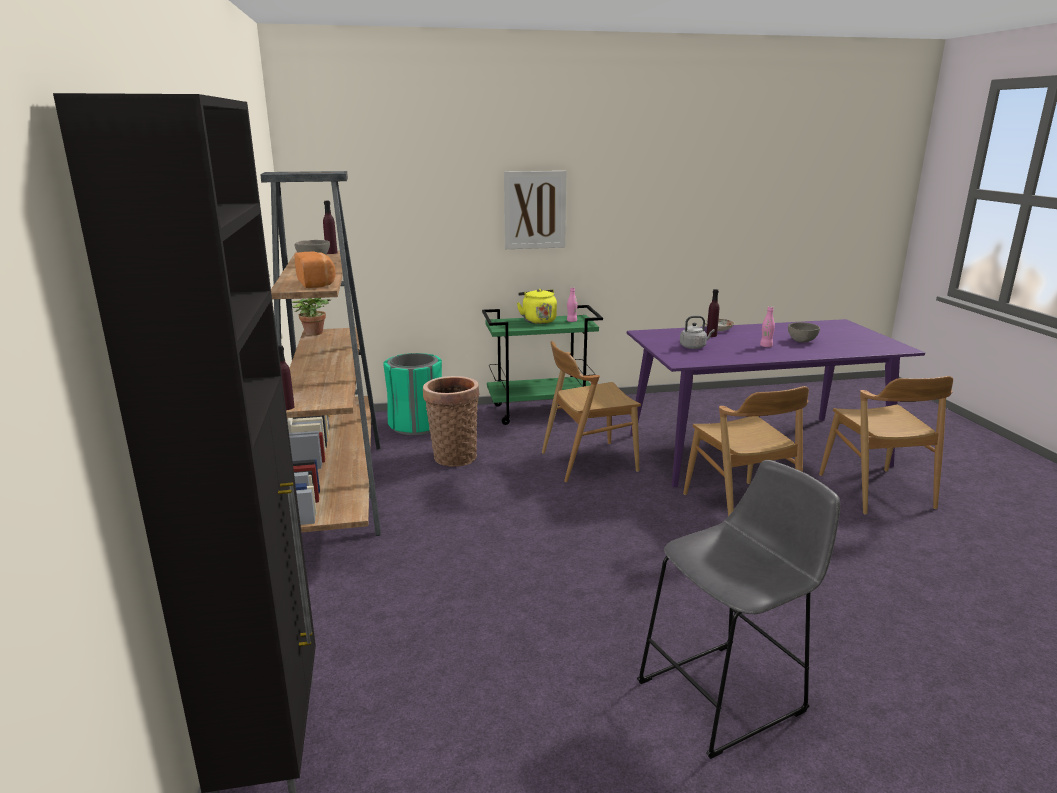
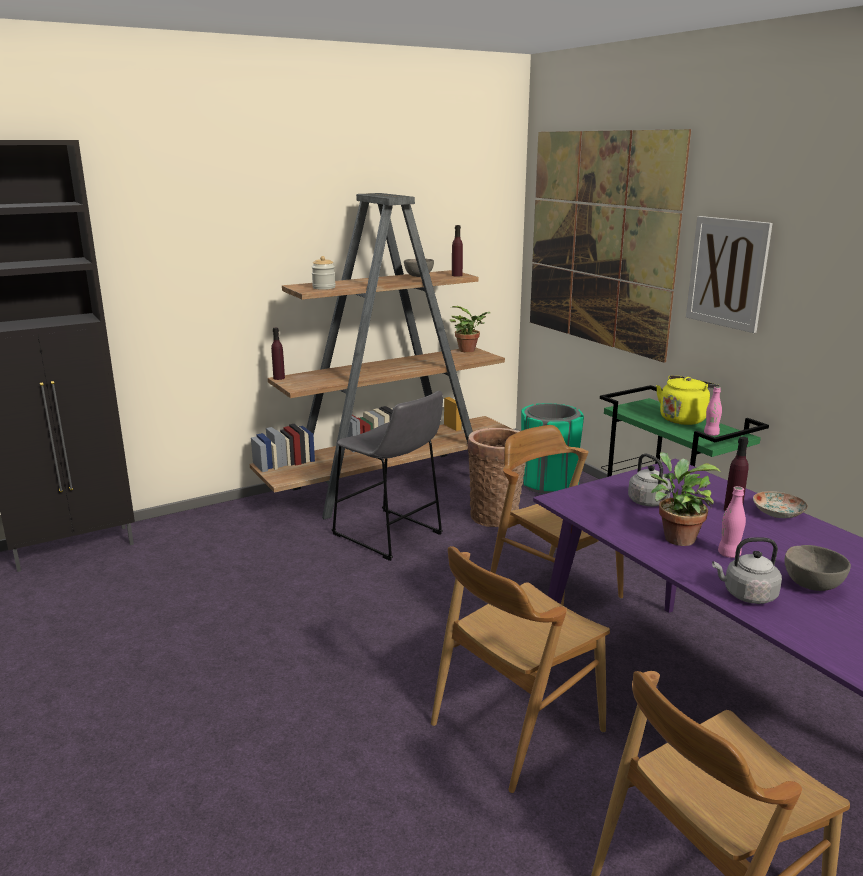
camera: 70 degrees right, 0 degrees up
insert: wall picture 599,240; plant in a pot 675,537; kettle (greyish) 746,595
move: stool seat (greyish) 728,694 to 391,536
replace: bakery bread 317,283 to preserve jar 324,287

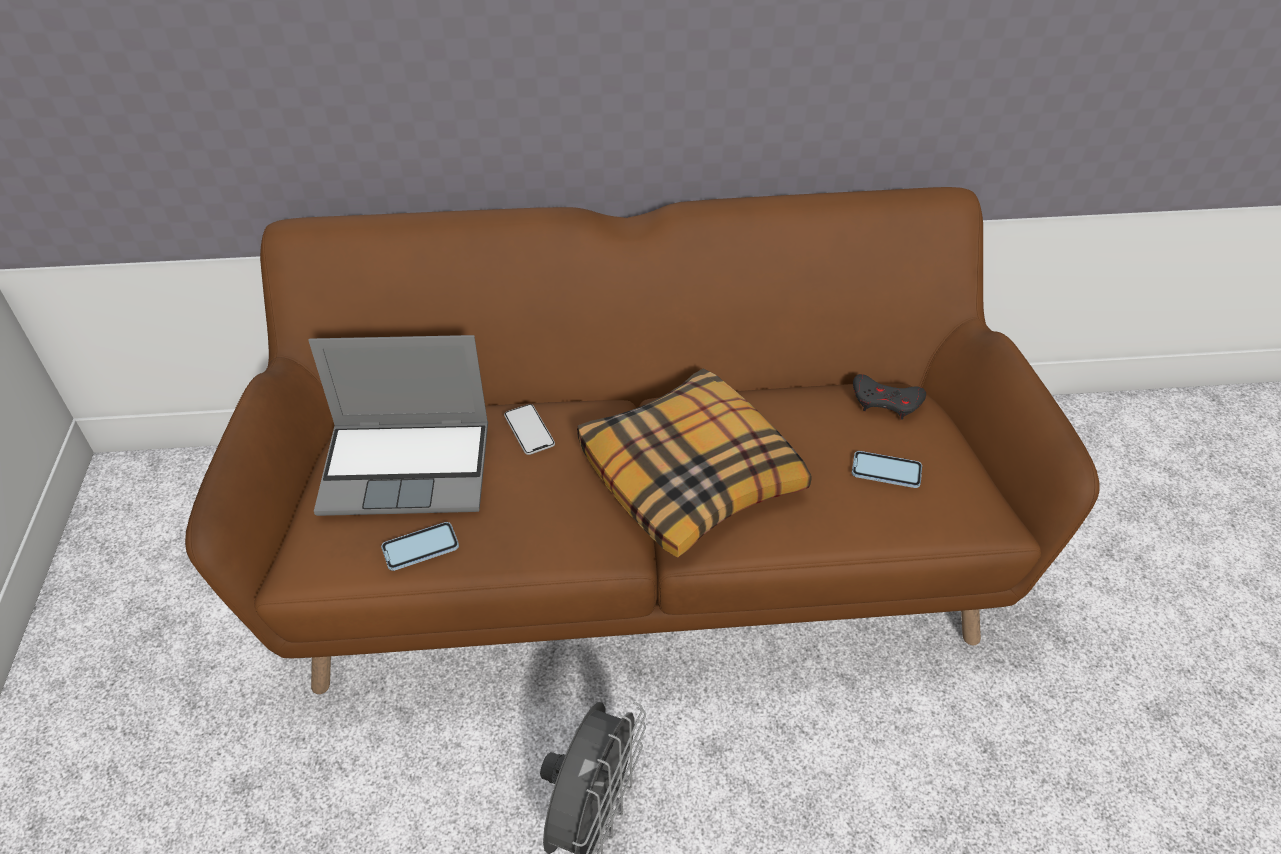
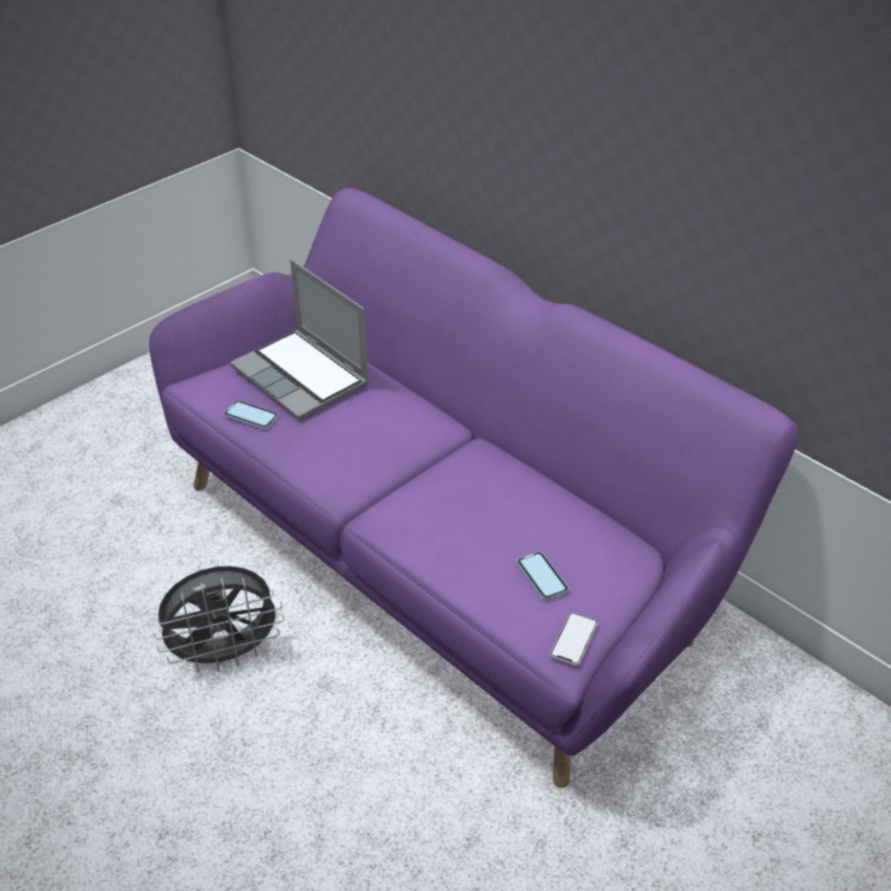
camera: 50 degrees right, 5 degrees down
delete: cushion 691,475; gamepad (greyish) 886,401
move: phone 529,430 to 574,639
recolor: couch (brownish) 640,545 to couch (purple-coloured) 445,555

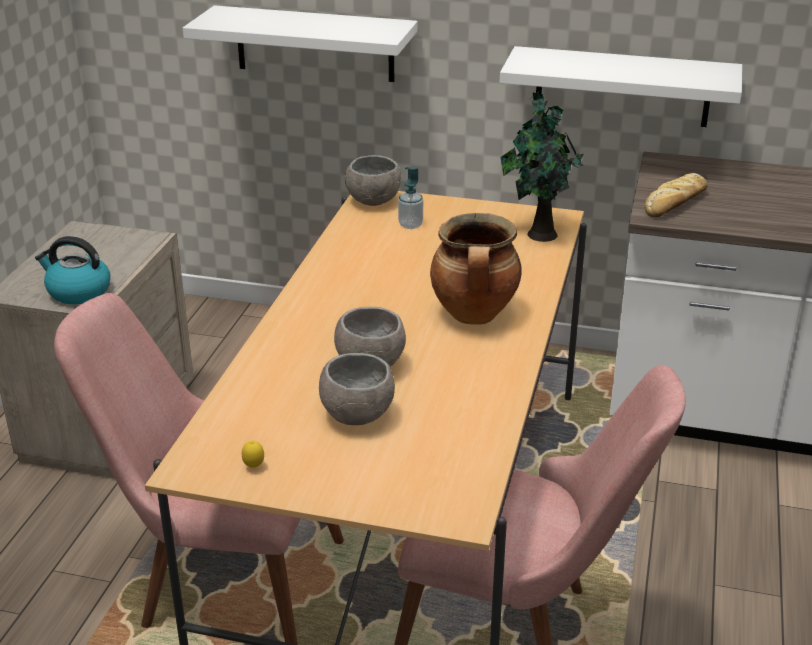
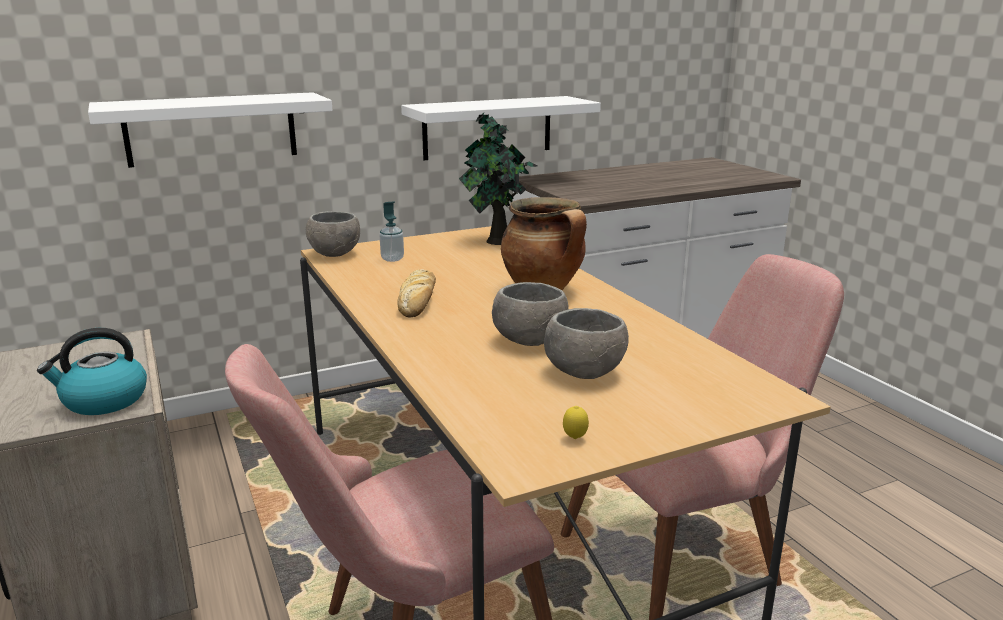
camera: 40 degrees left, 10 degrees down
move: bakery bread 675,203 to 418,301

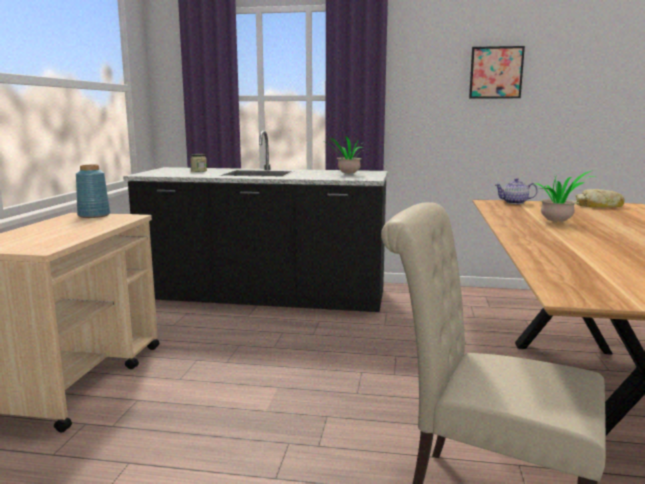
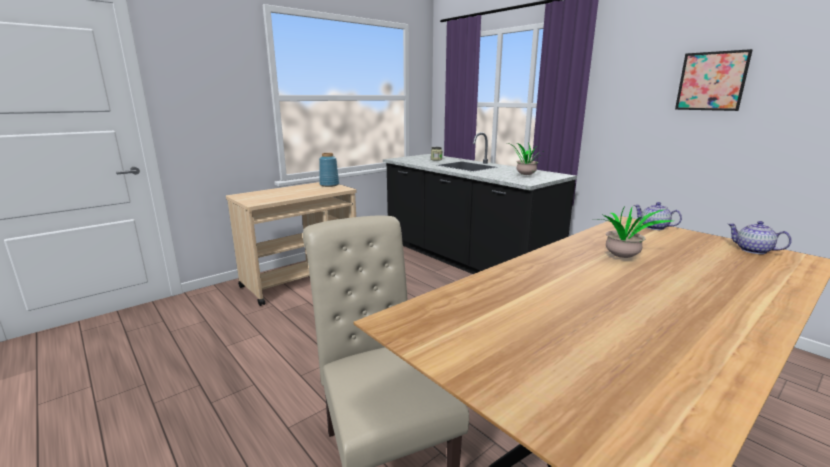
camera: 40 degrees right, 5 degrees up
replace: bakery bread 598,205 to pot for tea 752,250

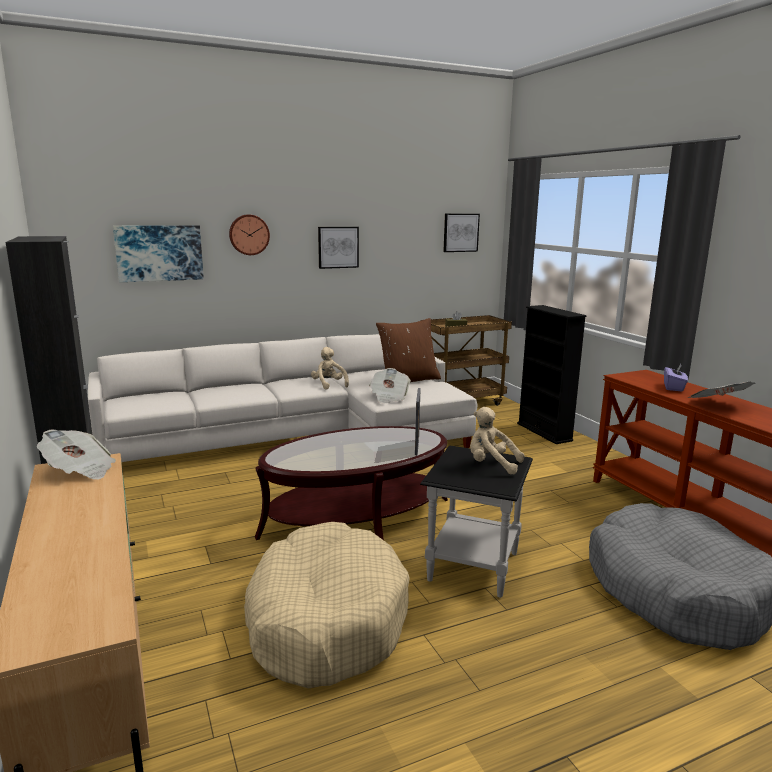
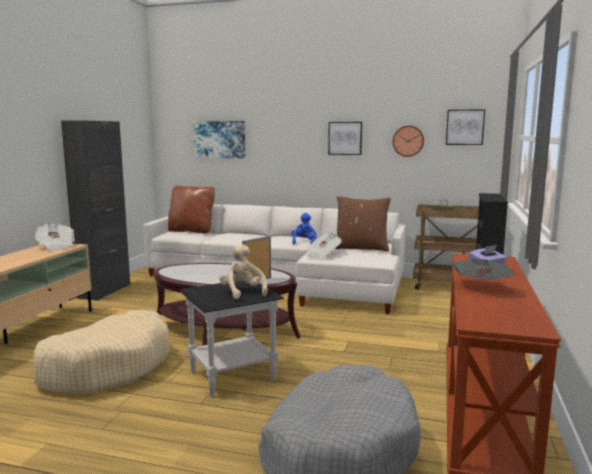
camera: 40 degrees right, 5 degrees down
insert: cushion (brownish) 191,231
move: wall clock 249,234 to 408,141
recolor: soft toy (sand-coloured) 329,385 to soft toy (blue) 304,243

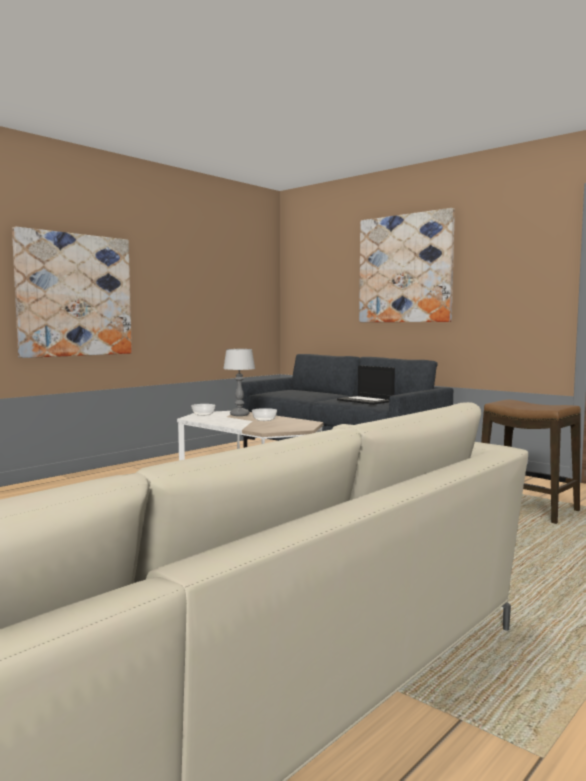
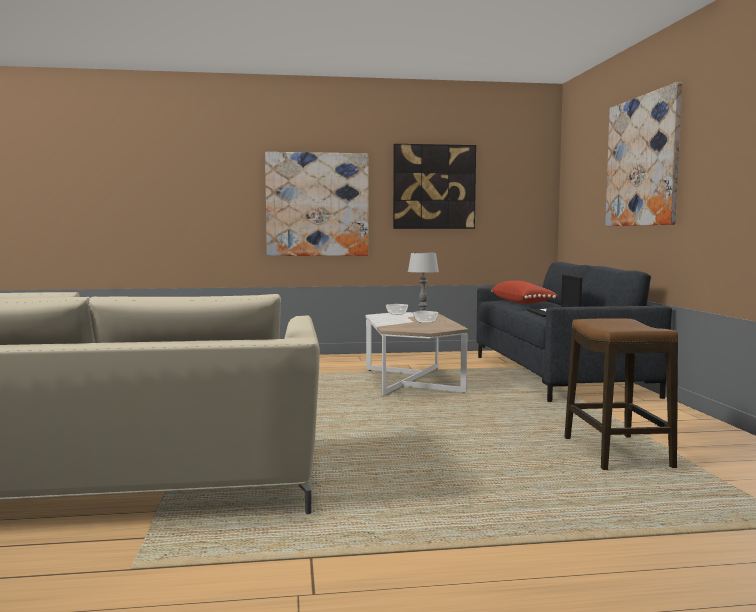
camera: 40 degrees right, 0 degrees up
insert: wall picture 434,187; cushion (red) 522,303

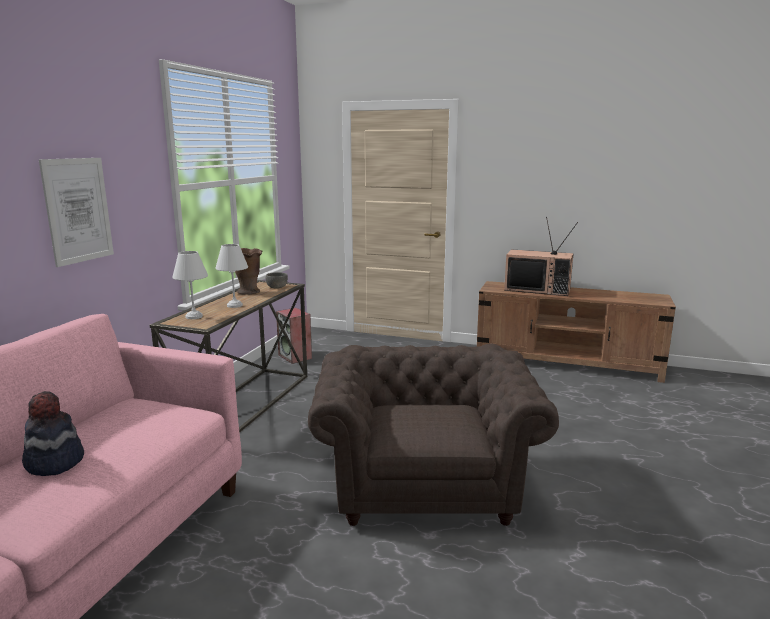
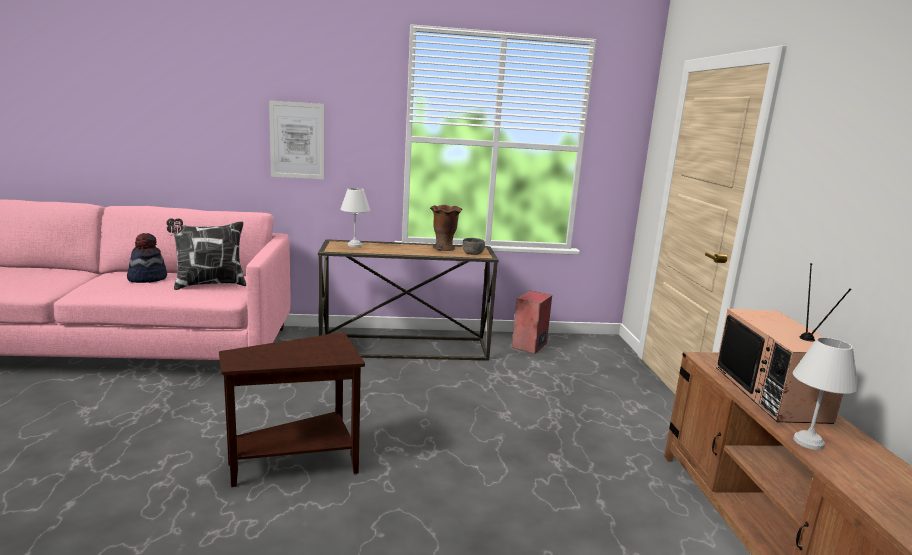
camera: 65 degrees right, 0 degrees up
insert: cushion 209,285
move: table lamp (white) 234,305 to 806,441
replace: armchair (brownish) 425,482 to accent table (brownish) 299,462

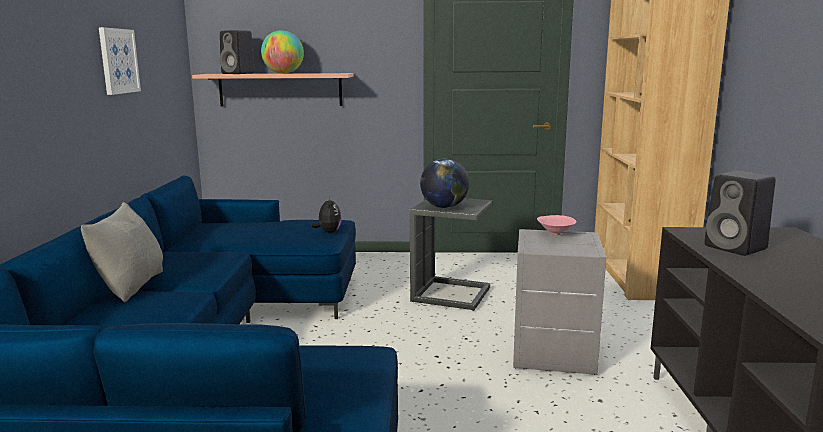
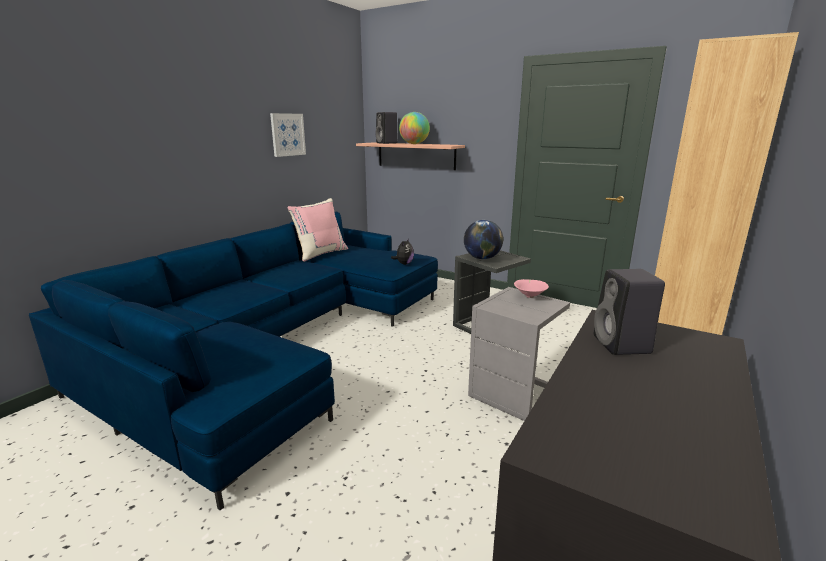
camera: 30 degrees right, 5 degrees up
delete: cushion (greyish) 131,286
insert: cushion (pink) 320,253

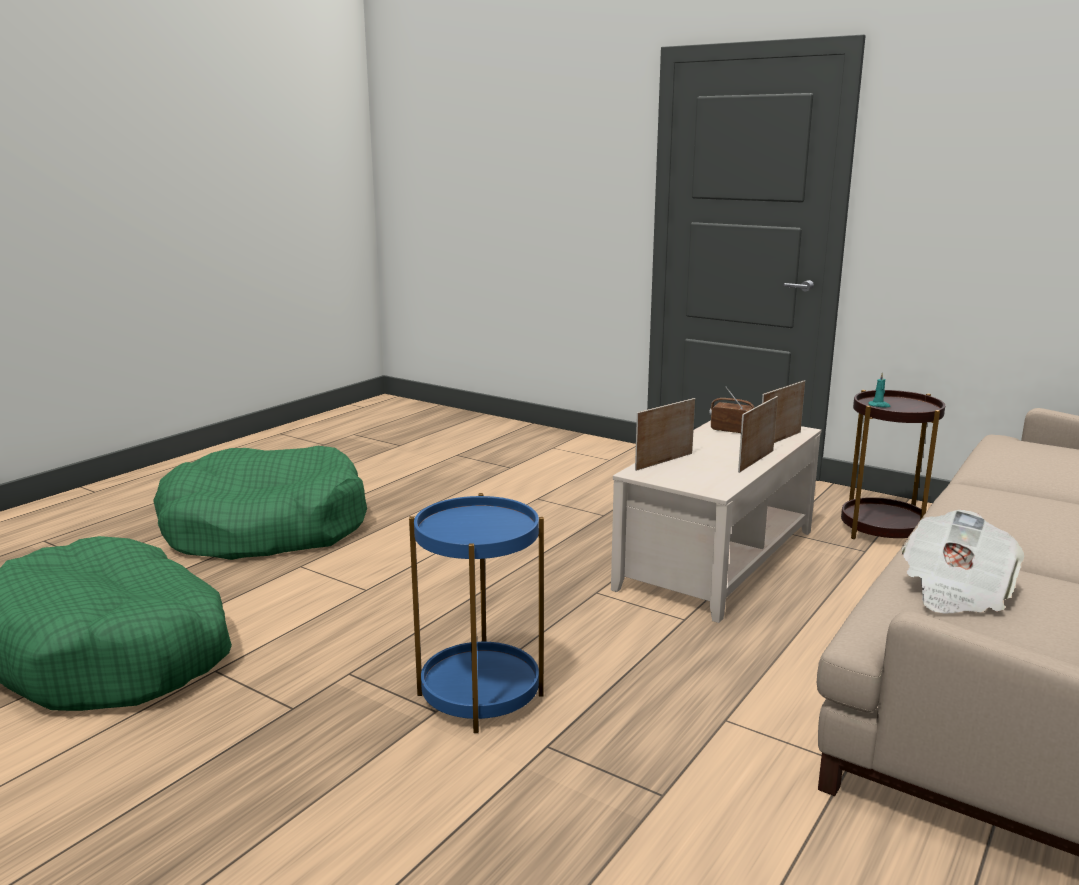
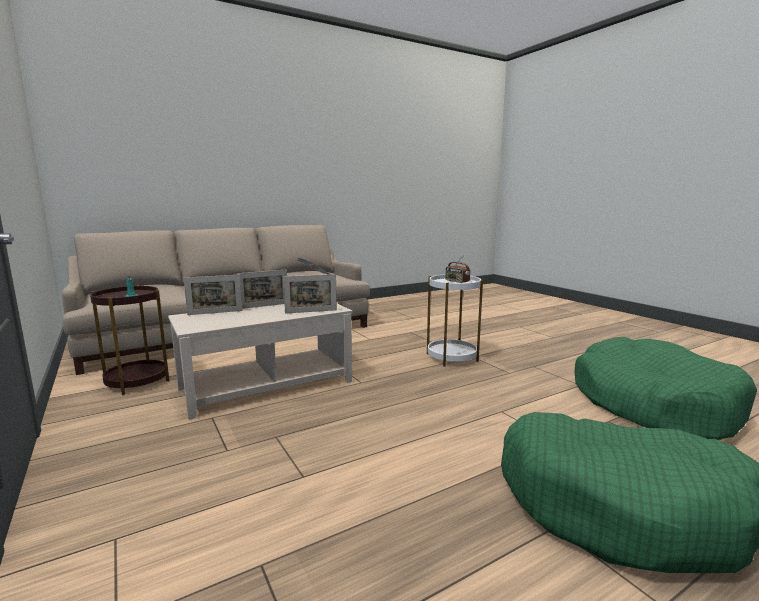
camera: 155 degrees left, 5 degrees down
move: radio 731,430 to 457,281
recolor: accent table (blue) 480,695 to accent table (white) 452,357

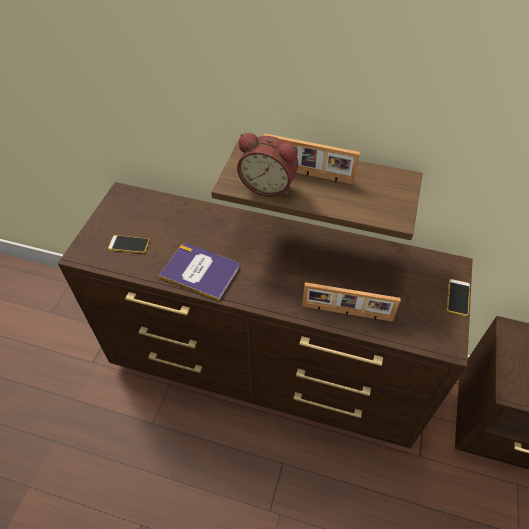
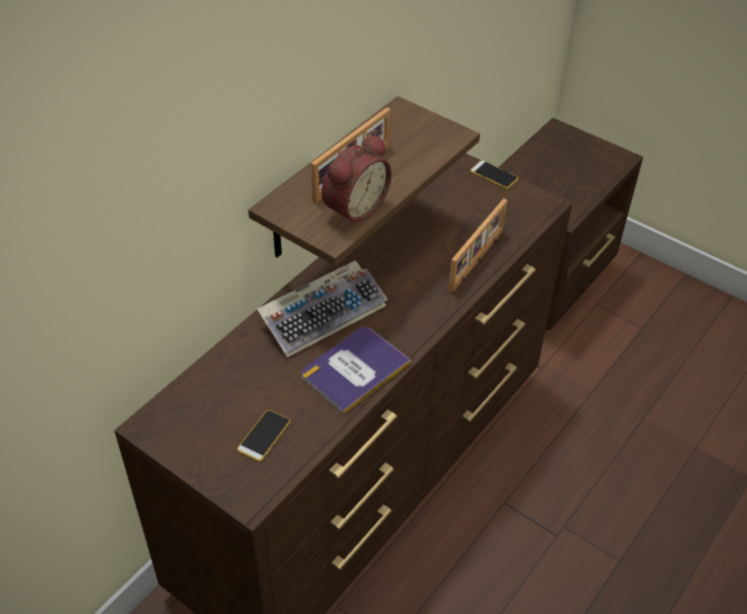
camera: 70 degrees left, 5 degrees down
insert: PC keyboard 323,314

